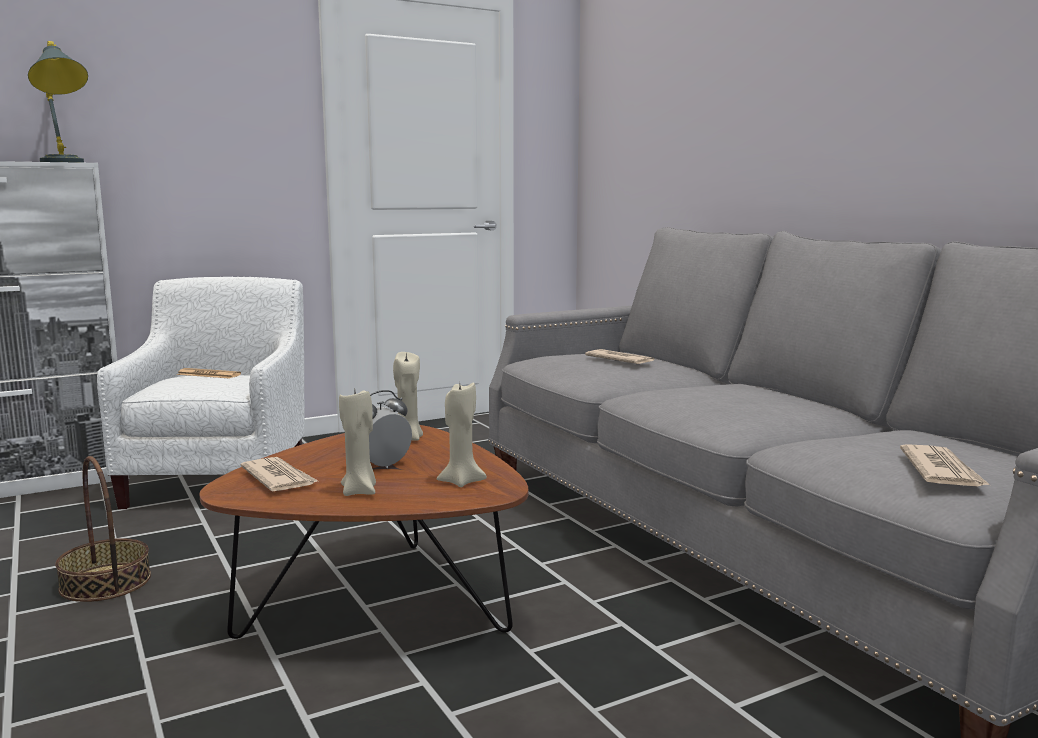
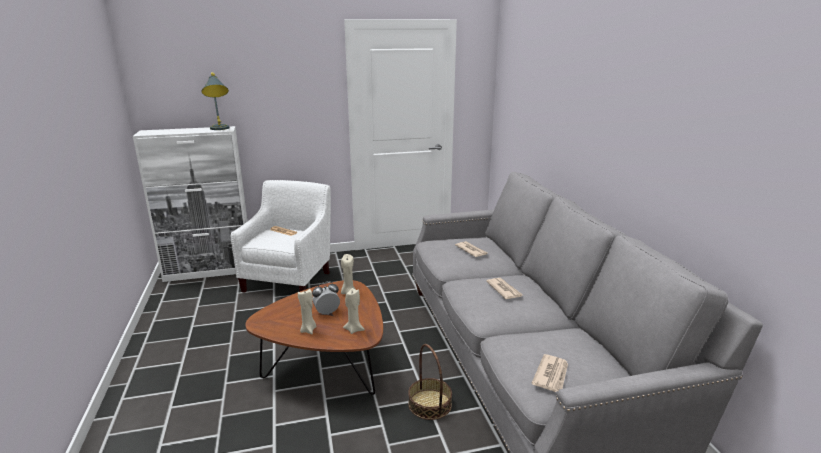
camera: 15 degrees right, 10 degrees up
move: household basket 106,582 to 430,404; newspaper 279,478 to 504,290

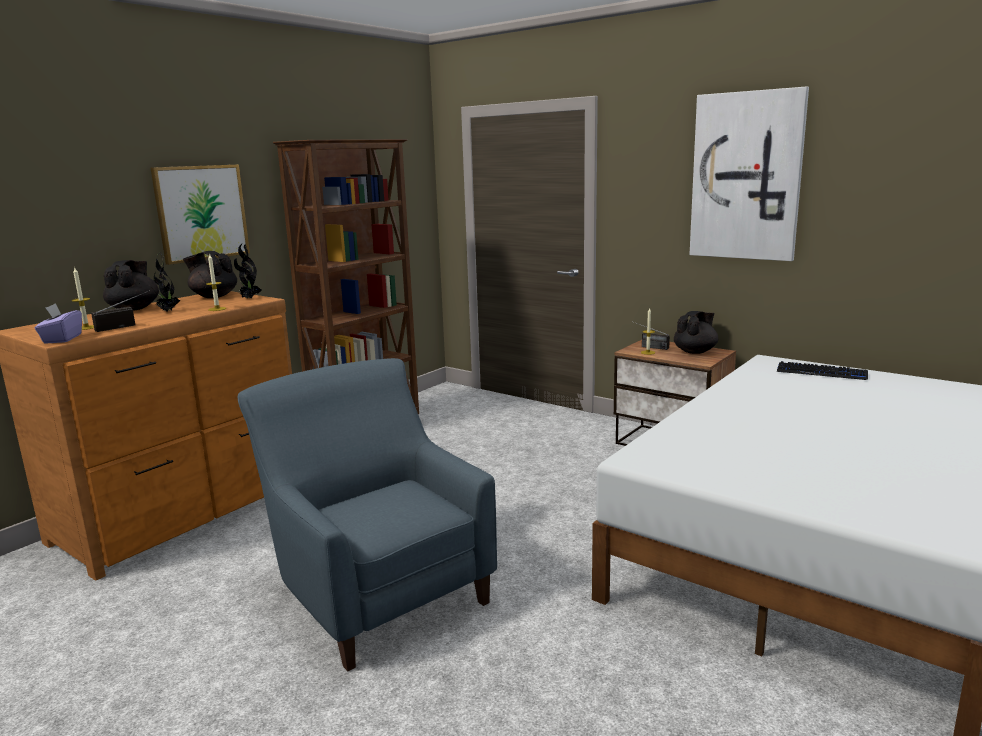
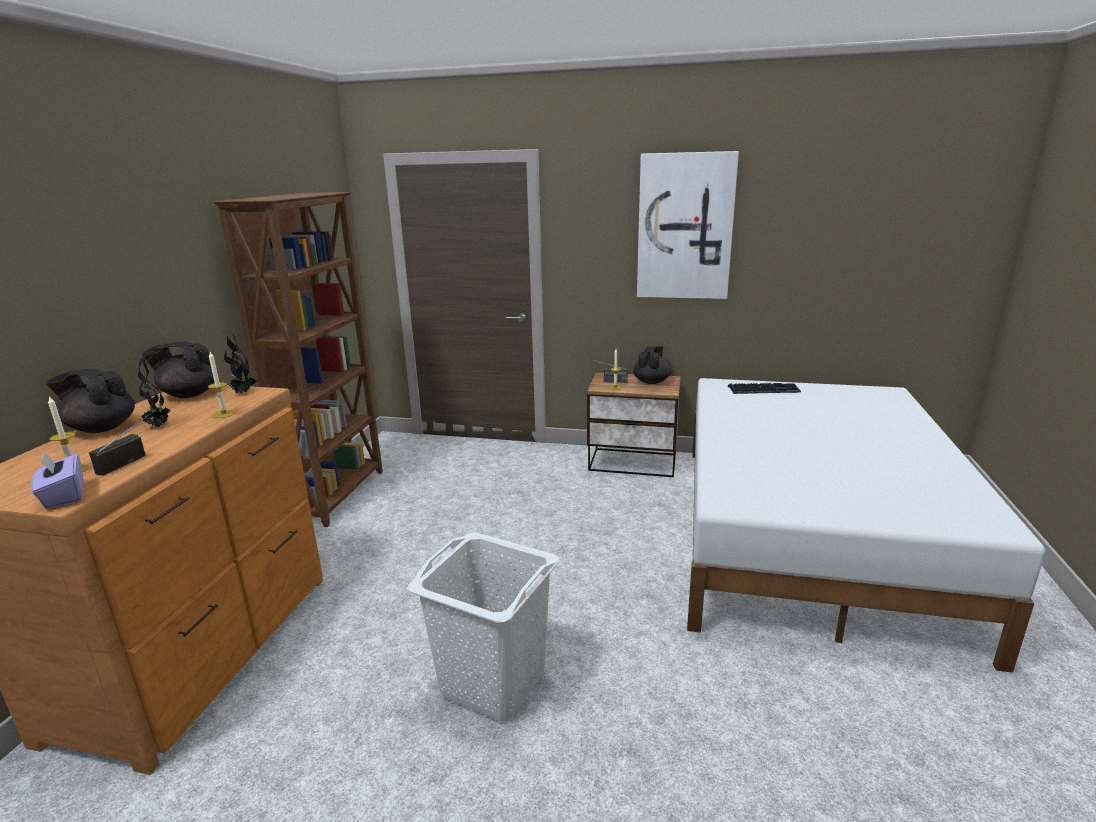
camera: 25 degrees left, 5 degrees up
delete: wall picture 201,213
replace: armchair (blue) 374,590 to laundry basket (white) 493,681
rotate: pot for tea (black-coloured) 134,309 = 102,428 60 degrees counterclockwise

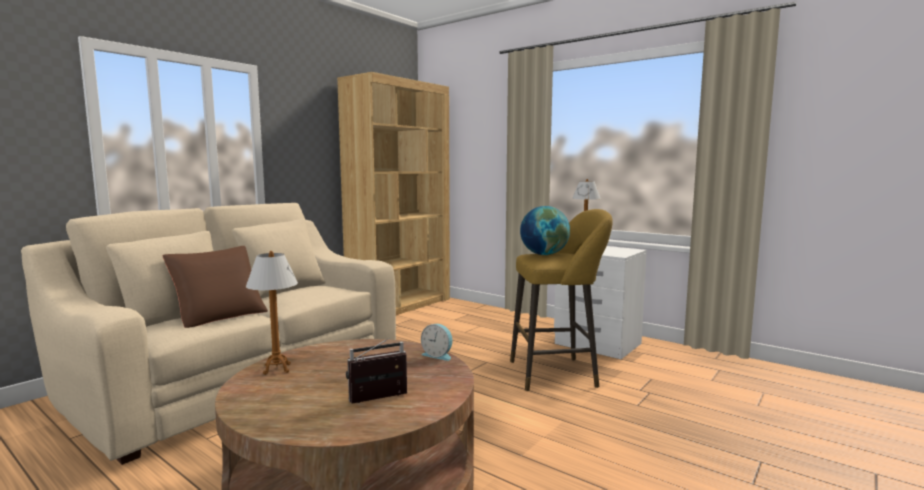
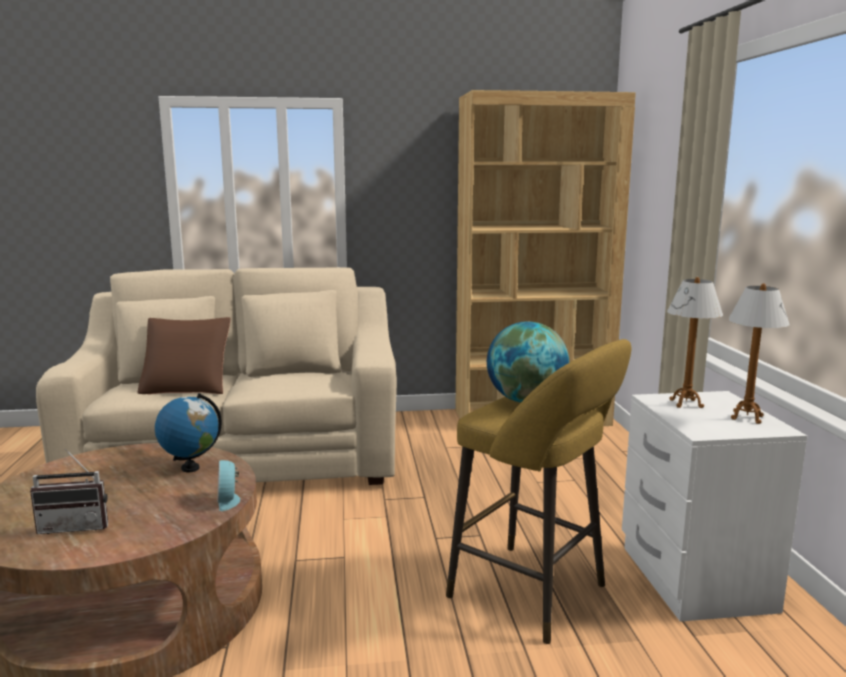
camera: 45 degrees right, 5 degrees up
insert: desk globe 190,468
move: table lamp 276,369 to 746,417
rotate: radio 379,400 = 76,526 150 degrees clockwise

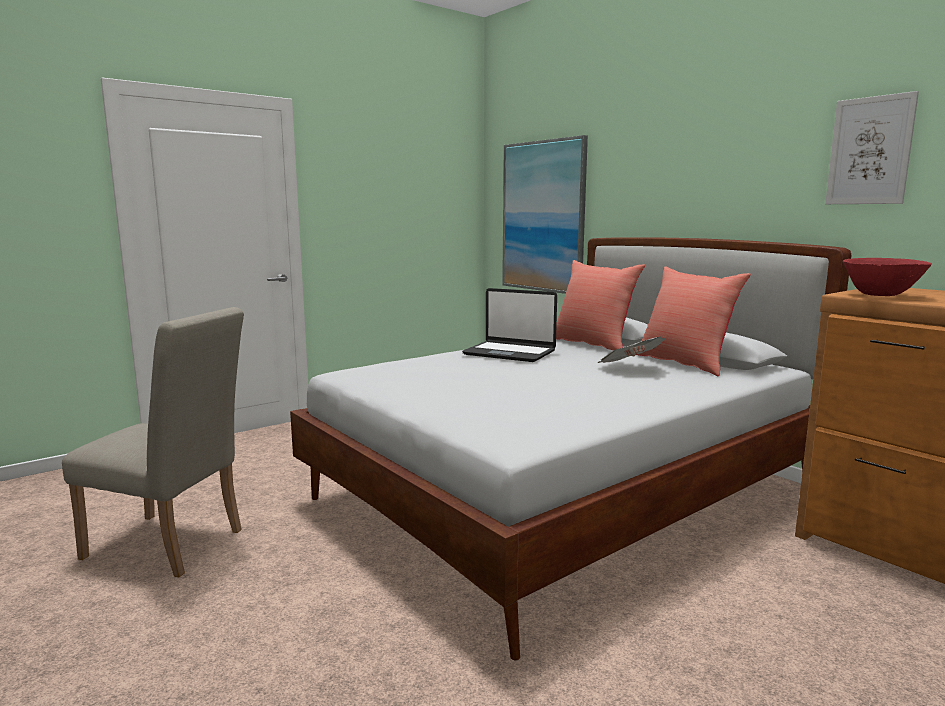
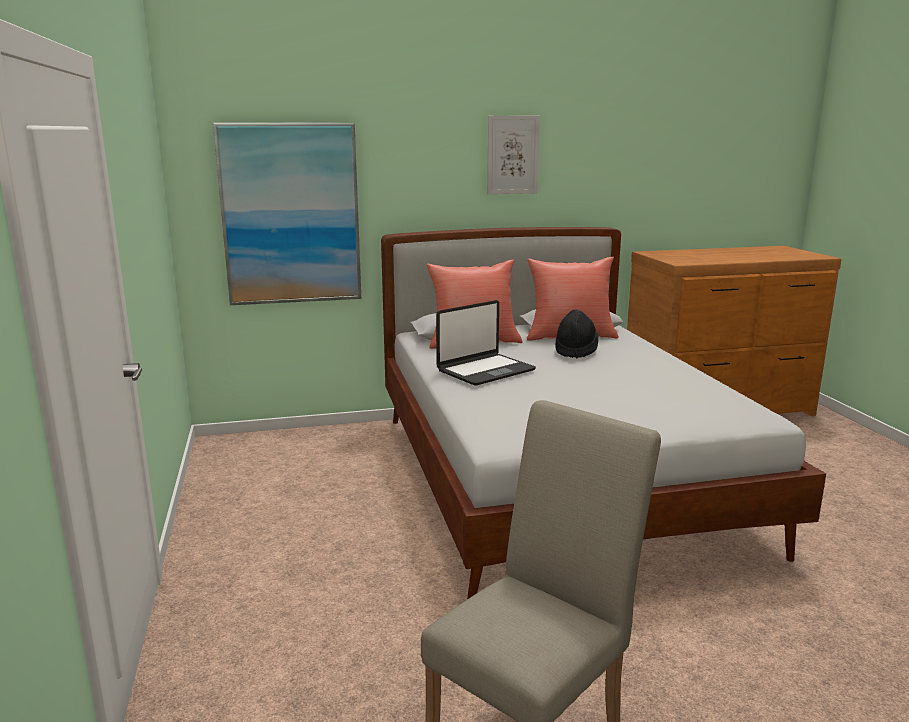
camera: 65 degrees left, 5 degrees up
delete: bowl (red) 881,296
move: wall picture 870,151 to 512,155
replace: newspaper 629,368 to wearable hat (black-coloured) 575,351

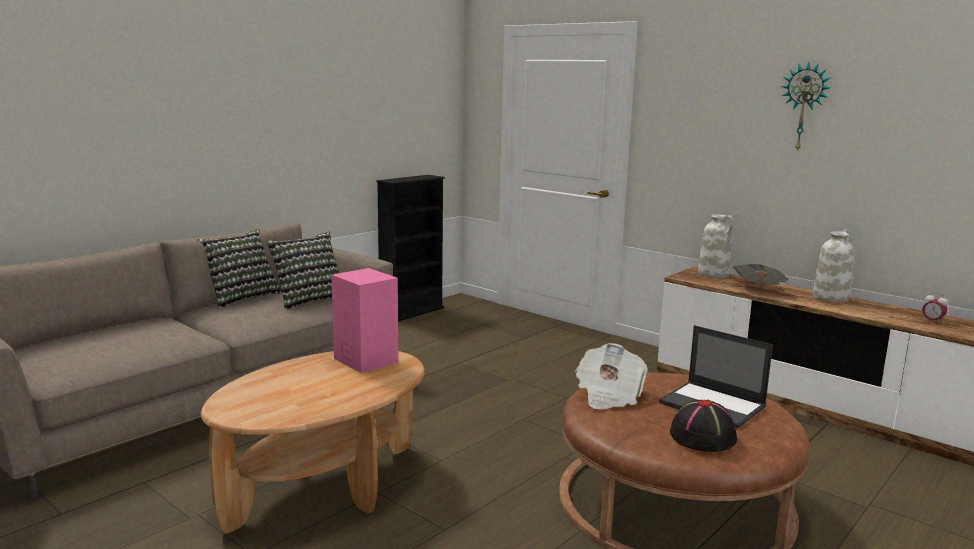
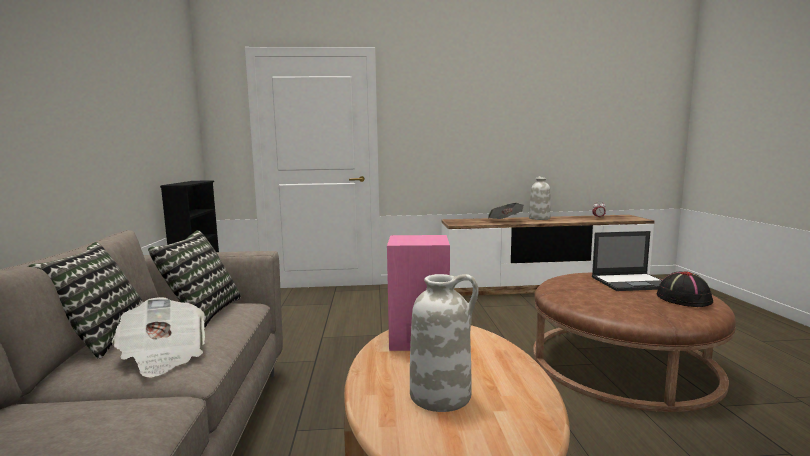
camera: 45 degrees left, 5 degrees down
delete: wall clock 804,107
move: newspaper 608,395 to 163,356; vase (white) 714,274 to 441,395

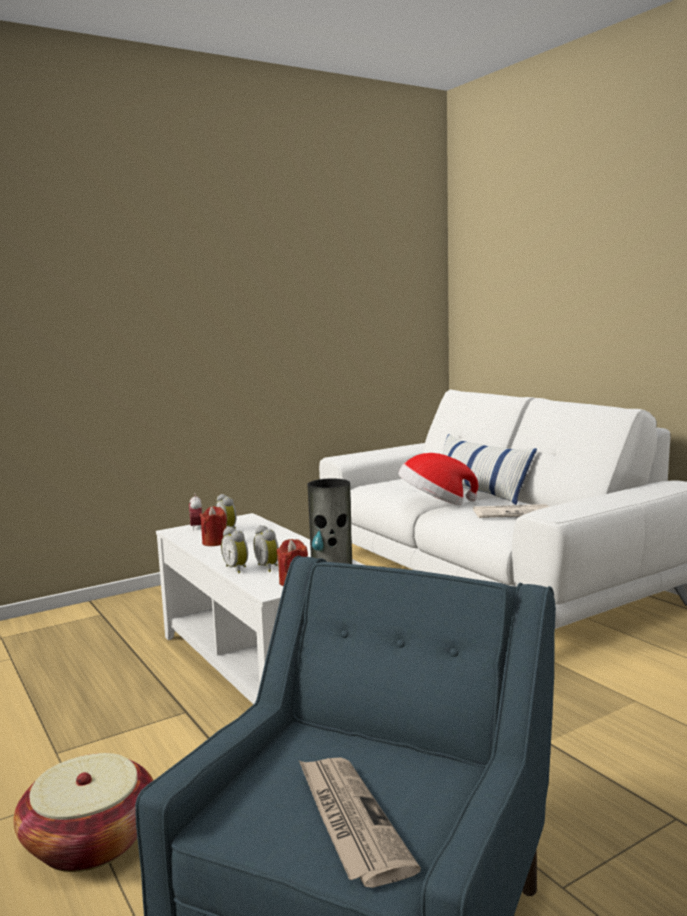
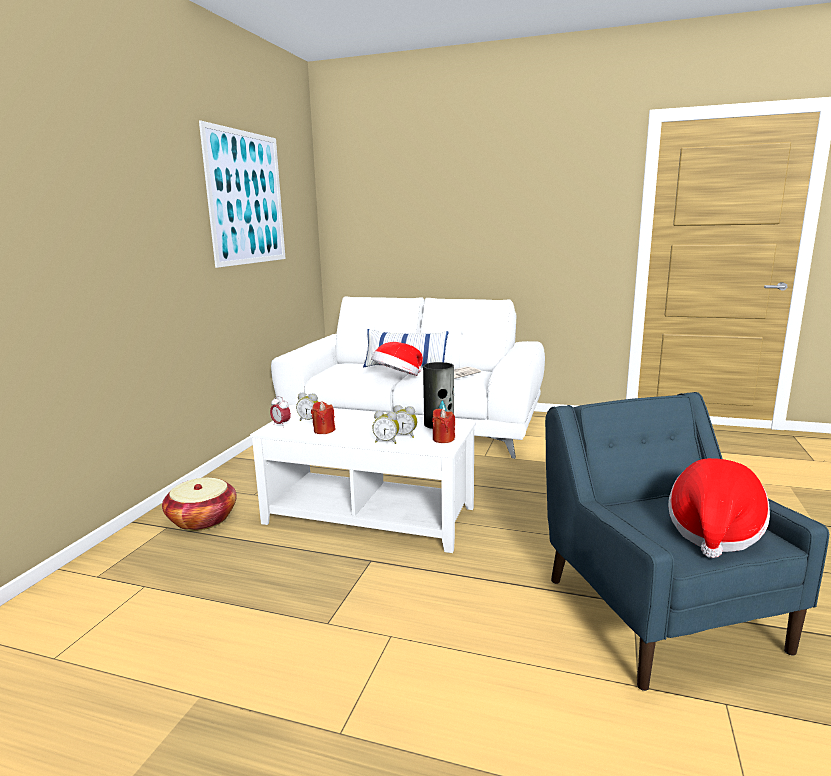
camera: 40 degrees left, 5 degrees up
insert: wall picture 246,198
move: household basket 90,841 to 202,519
replace: newspaper 350,821 to wearable hat 713,532

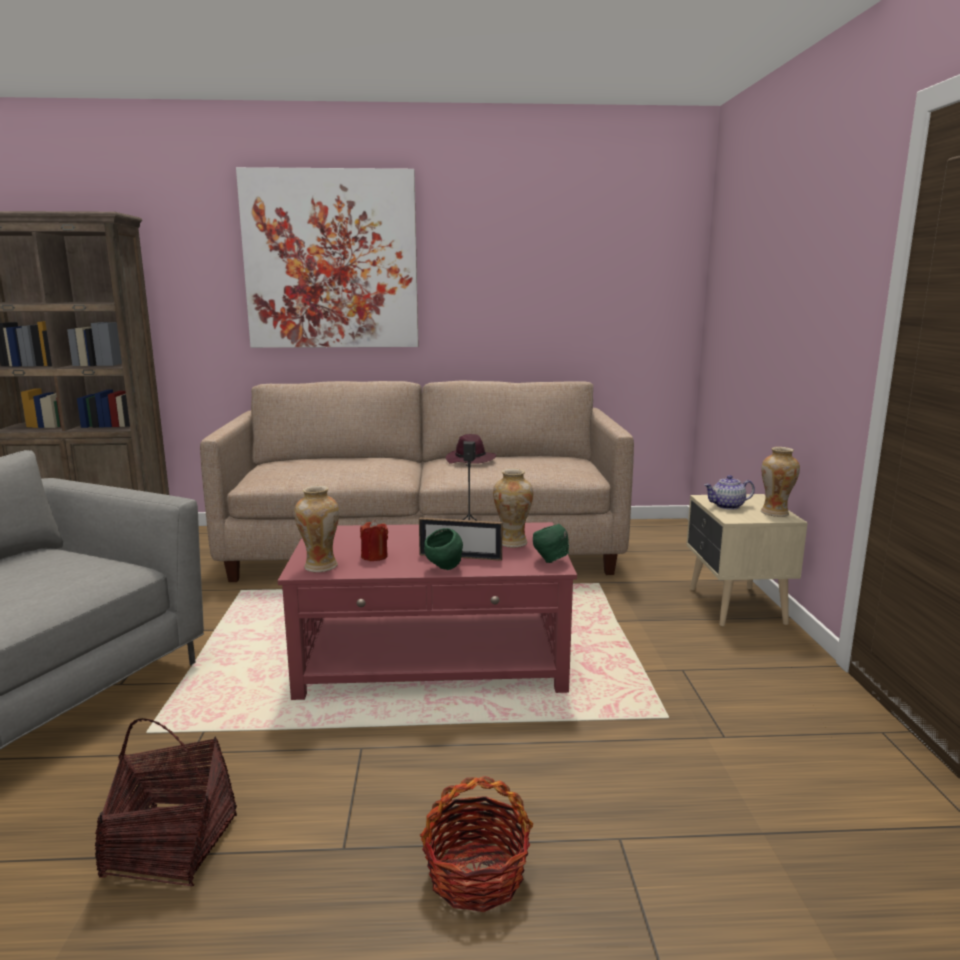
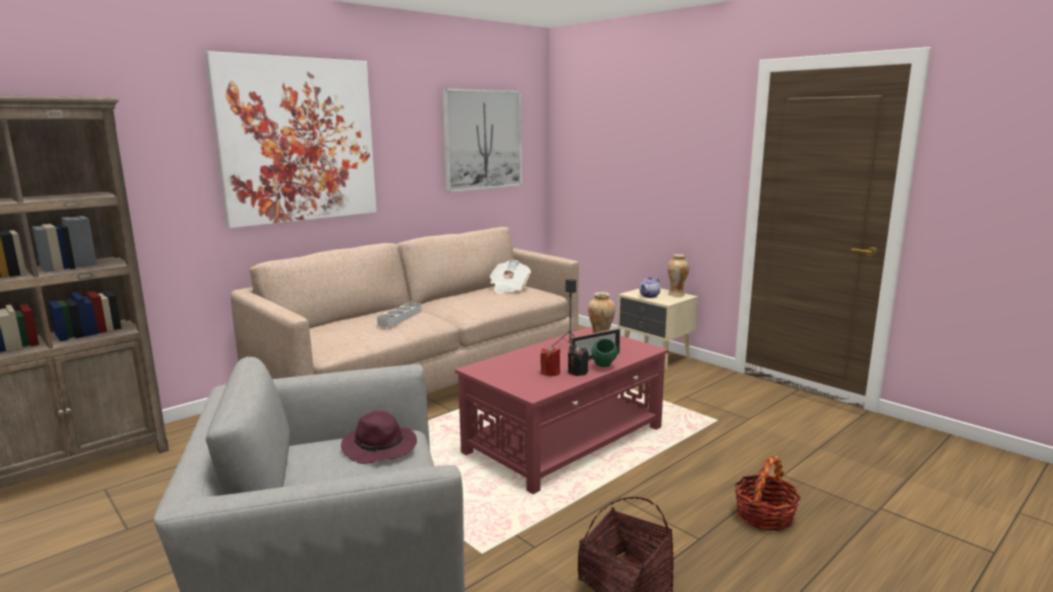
camera: 40 degrees left, 0 degrees up
delete: vase 320,566; bowl (greenish) 550,561
insert: serving tray (greyish) 400,318; wall picture 483,140; newspaper 509,288; wax light (black-coloured) 577,372
move: wearable hat (purple-coloured) 471,460 to 380,448

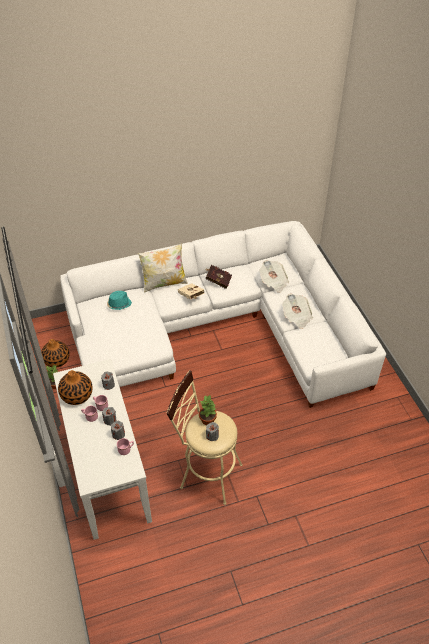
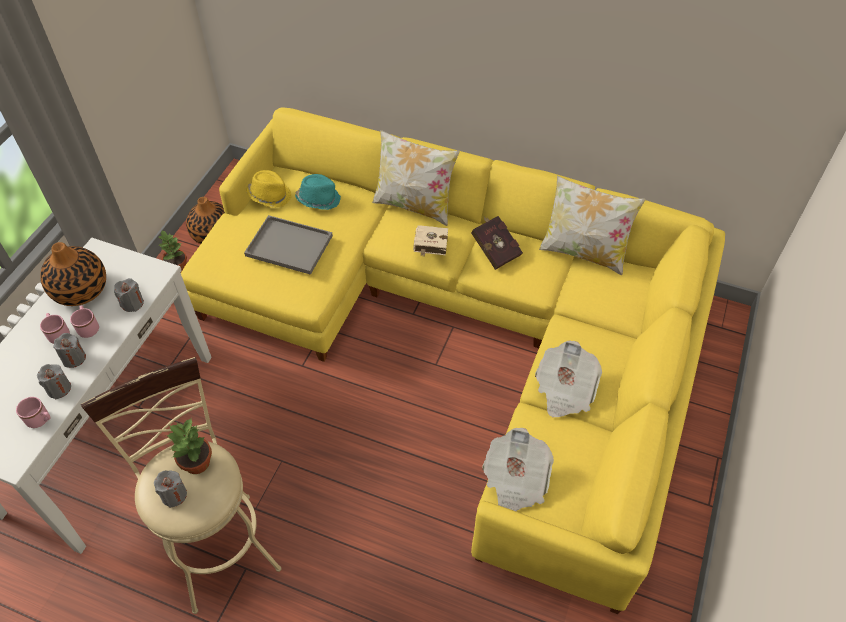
camera: 40 degrees right, 5 degrees up
insert: serving tray (greyish) 291,245; wearable hat (yellowish) 270,195; cushion 583,253
move: newspaper 273,282 to 515,480
recolor: couch (white) 220,328 to couch (yellowish) 466,330

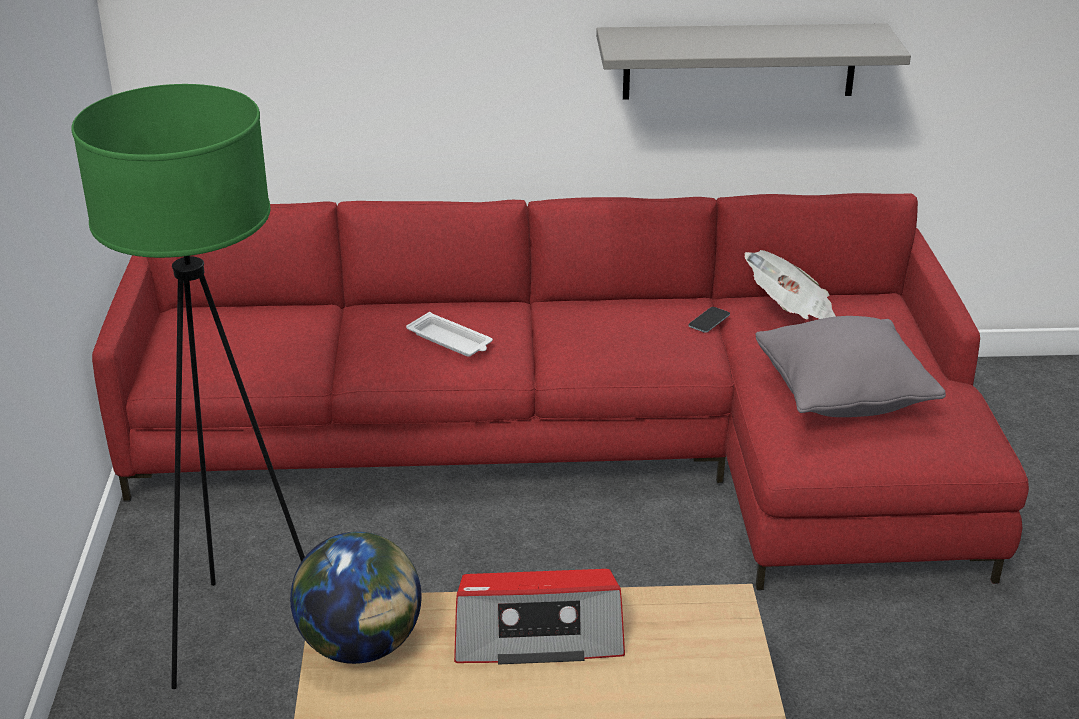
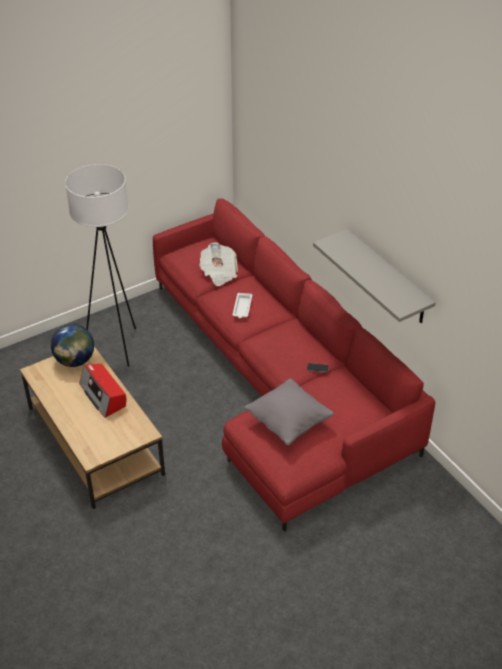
camera: 60 degrees right, 10 degrees up
move: newspaper 791,311 to 219,273
recolor: standard lamp (greenish) 242,636 to standard lamp (white) 116,346

